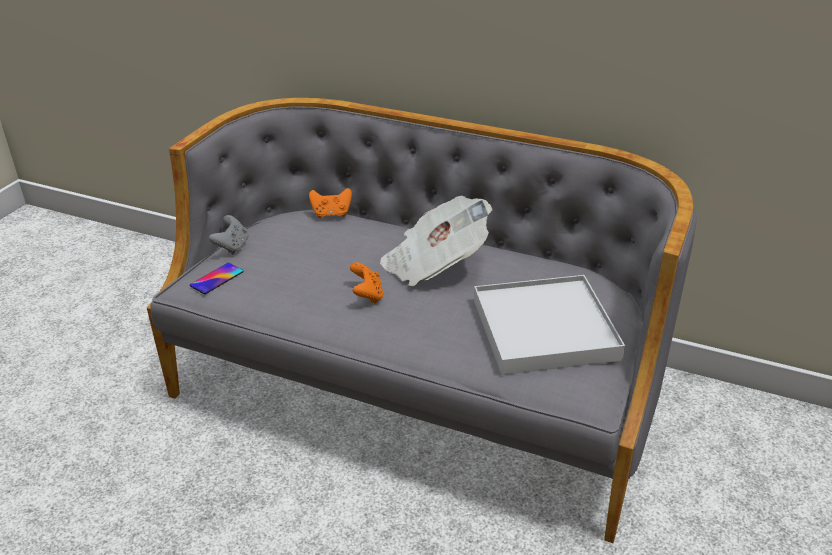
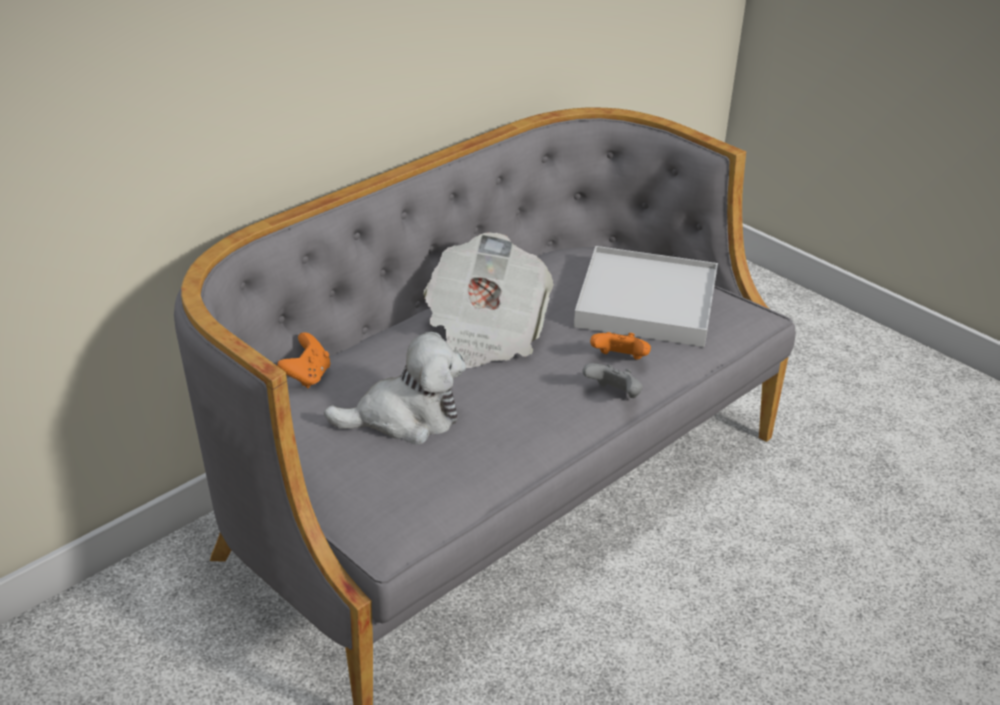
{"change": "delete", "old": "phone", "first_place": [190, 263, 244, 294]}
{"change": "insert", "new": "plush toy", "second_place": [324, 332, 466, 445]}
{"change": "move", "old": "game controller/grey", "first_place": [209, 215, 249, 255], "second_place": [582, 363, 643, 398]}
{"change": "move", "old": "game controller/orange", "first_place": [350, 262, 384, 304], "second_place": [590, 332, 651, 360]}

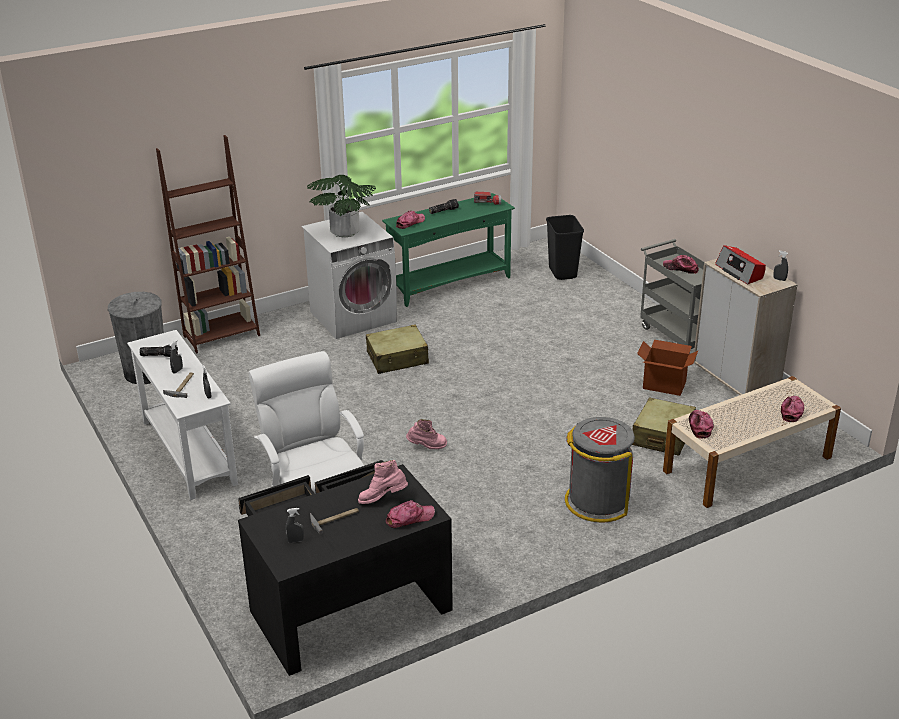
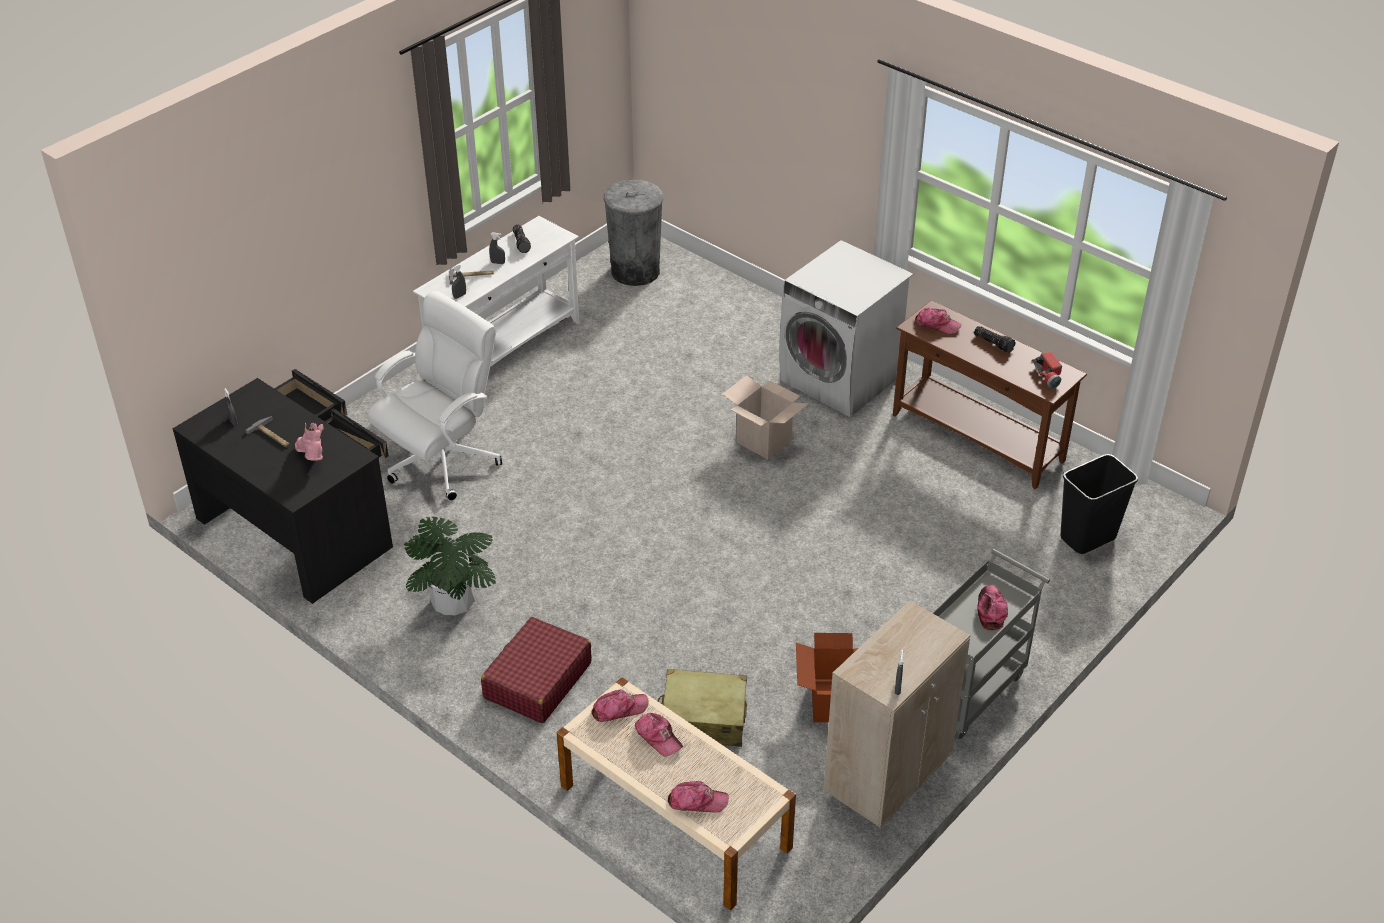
{"change": "delete", "old": "bookcase/brown", "first_place": [156, 135, 260, 354]}
{"change": "delete", "old": "boot/pink", "first_place": [406, 419, 447, 449]}
{"change": "delete", "old": "radio", "first_place": [715, 245, 766, 285]}
{"change": "move", "old": "potted plant", "first_place": [307, 175, 376, 238], "second_place": [404, 517, 496, 615]}
{"change": "move", "old": "cap", "first_place": [386, 500, 435, 528], "second_place": [635, 713, 683, 757]}
{"change": "replace", "old": "suitcase/beige", "new": "cardboard box", "first_place": [366, 325, 429, 374], "second_place": [722, 375, 808, 460]}
{"change": "replace", "old": "trash can/grey", "new": "suitcase/red", "first_place": [565, 417, 635, 522], "second_place": [481, 617, 592, 723]}
{"change": "recolor", "old": "console table/green", "new": "console table/brown", "first_place": [382, 193, 515, 307], "second_place": [893, 300, 1087, 489]}

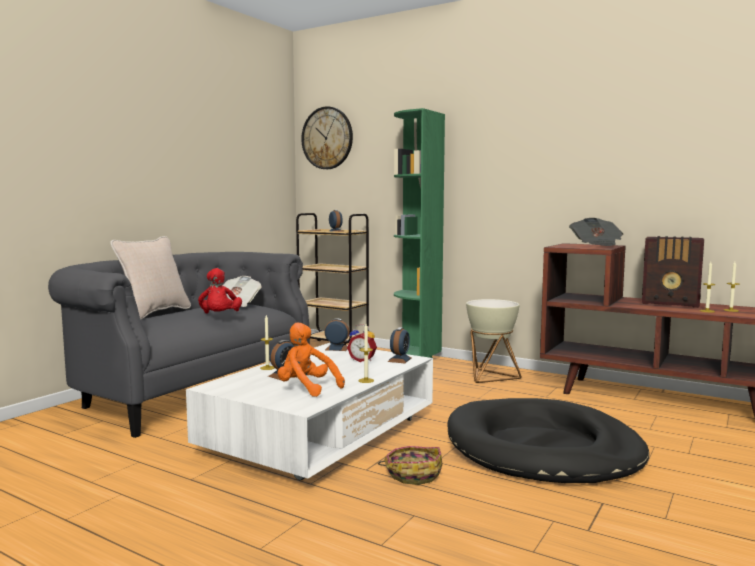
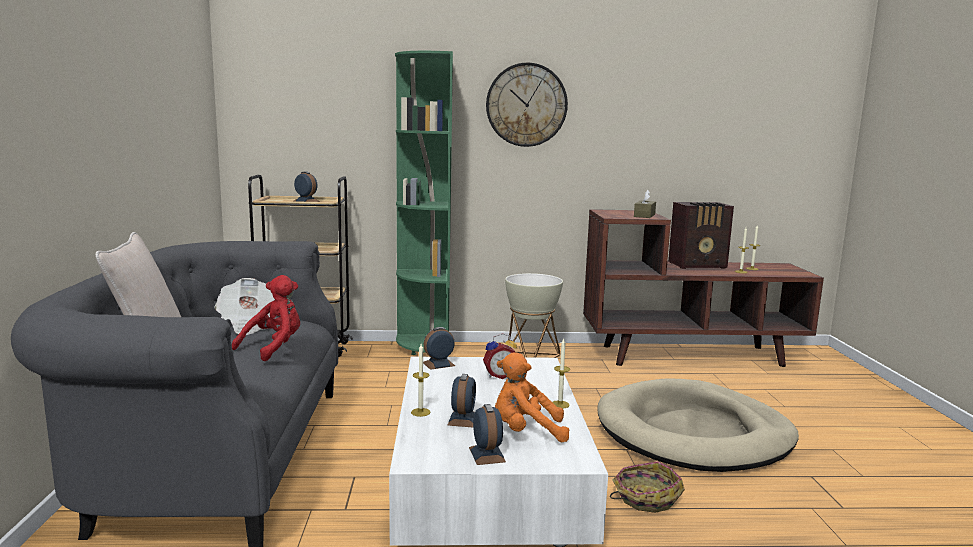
{"change": "move", "old": "wall clock", "first_place": [301, 106, 353, 169], "second_place": [486, 63, 568, 147]}
{"change": "move", "old": "alarm clock", "first_place": [387, 327, 412, 364], "second_place": [469, 404, 506, 465]}
{"change": "replace", "old": "newspaper", "new": "tissue box/brown", "first_place": [569, 218, 623, 246], "second_place": [634, 190, 656, 218]}
{"change": "recolor", "old": "dog bed/black", "new": "dog bed/beige", "first_place": [447, 398, 649, 483], "second_place": [597, 378, 799, 472]}
{"change": "rotate", "old": "plush toy/red", "first_place": [198, 268, 242, 313], "second_place": [232, 275, 300, 361], "degrees": -105}

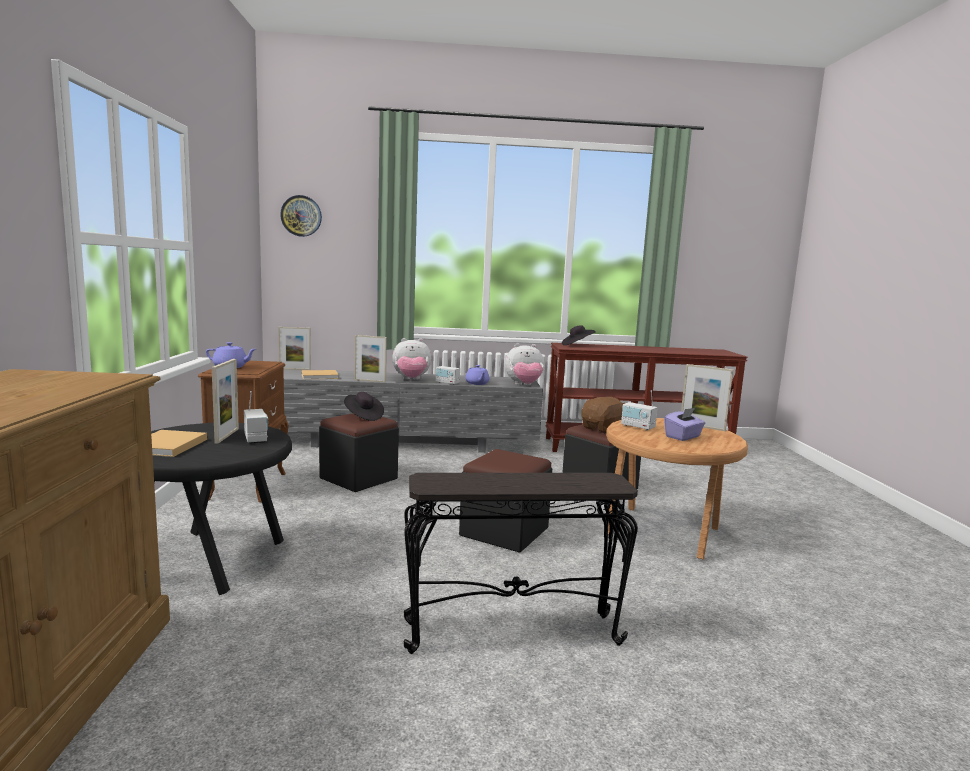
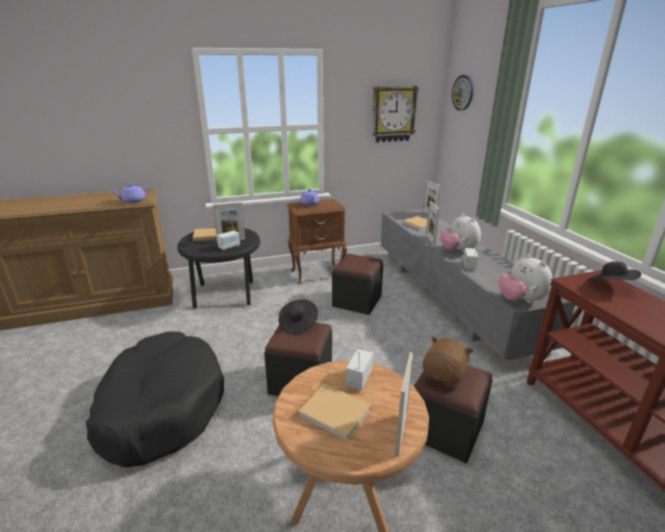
{"change": "insert", "new": "wall clock", "second_place": [372, 86, 419, 142]}
{"change": "move", "old": "hat/black", "first_place": [344, 392, 384, 421], "second_place": [279, 299, 318, 334]}
{"change": "move", "old": "teapot/purple", "first_place": [465, 365, 490, 385], "second_place": [110, 183, 150, 203]}
{"change": "replace", "old": "side table/black", "new": "dog bed/black", "first_place": [404, 473, 638, 654], "second_place": [86, 331, 224, 467]}
{"change": "replace", "old": "tissue box/purple", "new": "book/beige", "first_place": [664, 408, 705, 441], "second_place": [298, 384, 372, 441]}
{"change": "rotate", "old": "plush toy/brown", "first_place": [581, 397, 625, 433], "second_place": [423, 336, 474, 389], "degrees": -90}

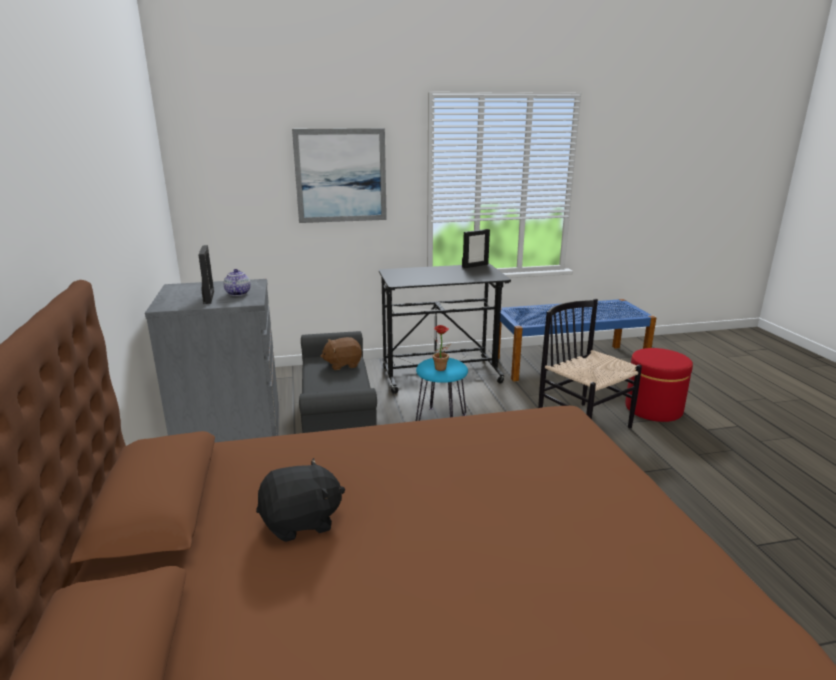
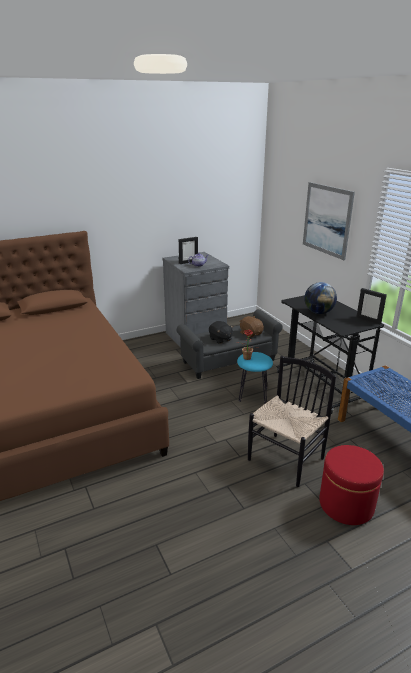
{"change": "insert", "new": "globe", "second_place": [304, 282, 337, 314]}
{"change": "move", "old": "plush toy/black", "first_place": [256, 458, 345, 542], "second_place": [209, 321, 233, 344]}

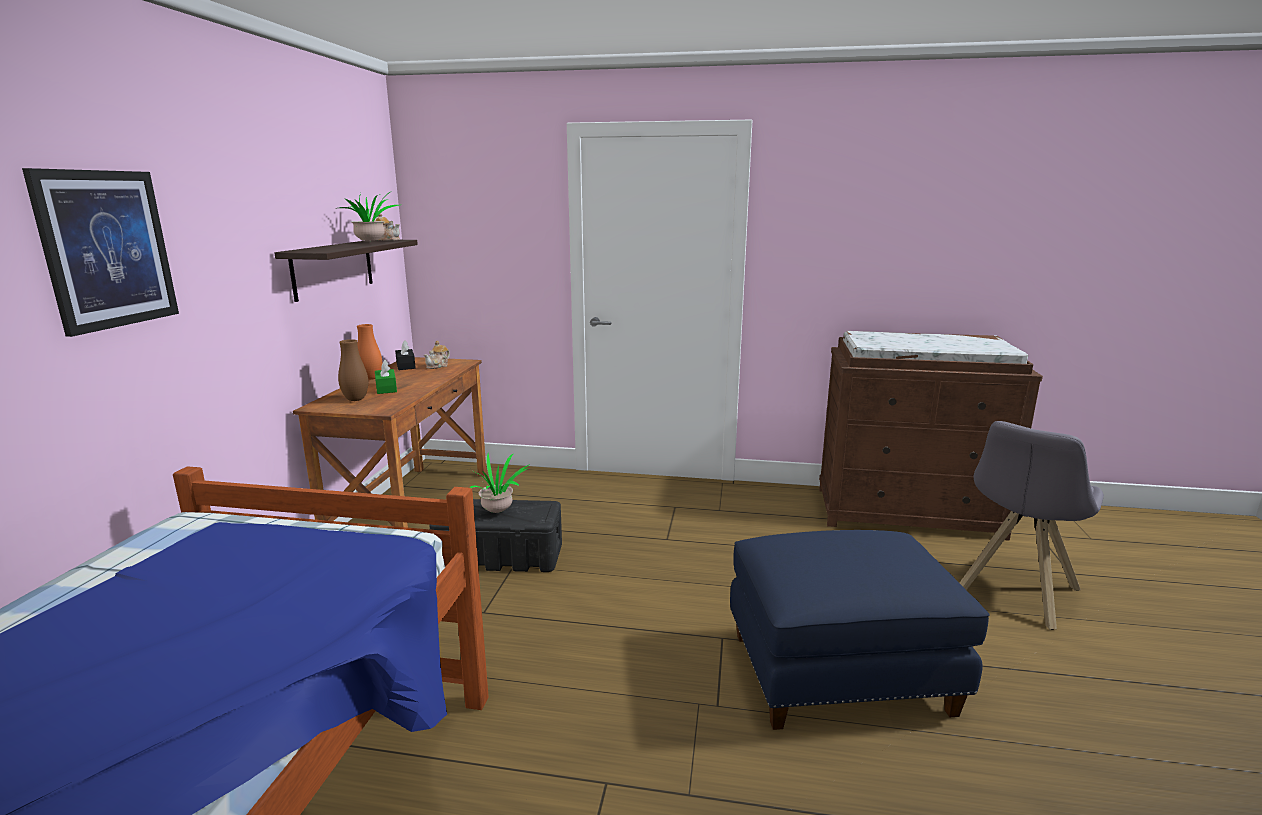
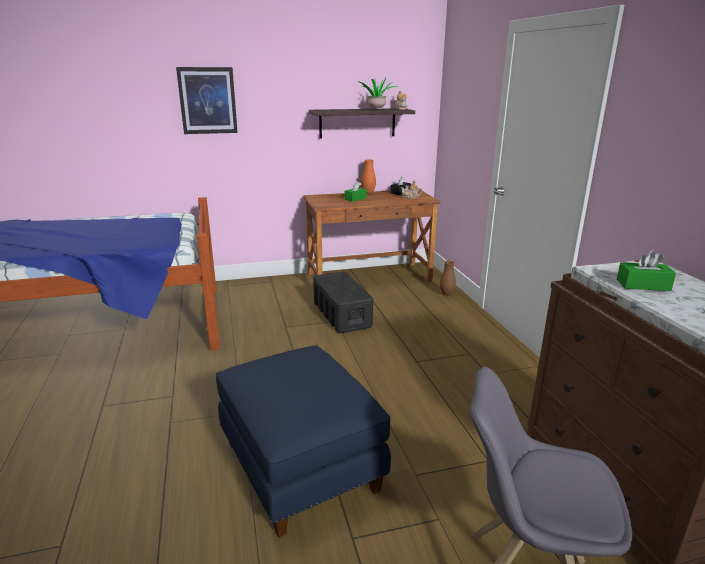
{"change": "delete", "old": "potted plant", "first_place": [470, 453, 530, 513]}
{"change": "insert", "new": "tissue box/green", "second_place": [617, 250, 676, 291]}
{"change": "move", "old": "vase/brown", "first_place": [338, 339, 368, 401], "second_place": [440, 261, 456, 295]}

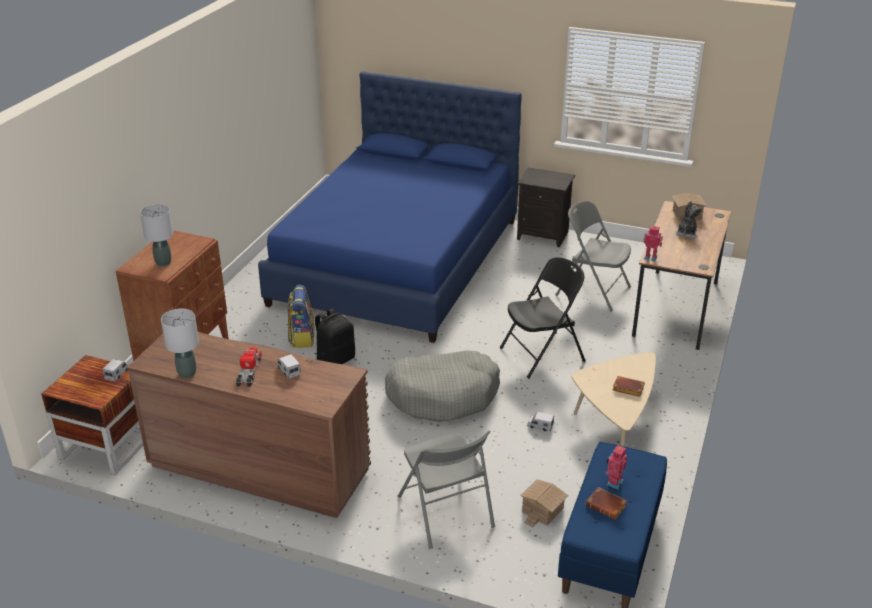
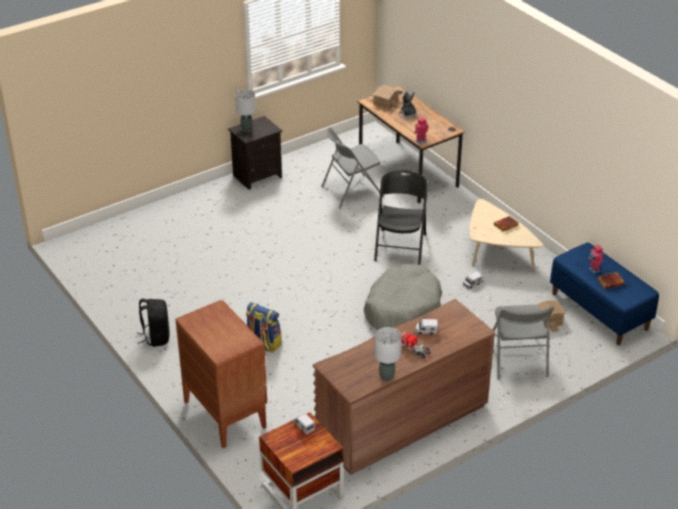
{"change": "delete", "old": "bed/blue", "first_place": [258, 71, 522, 343]}
{"change": "move", "old": "table lamp/grey", "first_place": [140, 204, 173, 267], "second_place": [235, 89, 256, 132]}
{"change": "move", "old": "backpack/black", "first_place": [314, 308, 355, 364], "second_place": [137, 299, 170, 347]}
{"change": "rotate", "old": "chair/grey", "first_place": [397, 430, 495, 549], "second_place": [493, 305, 554, 380], "degrees": 75}

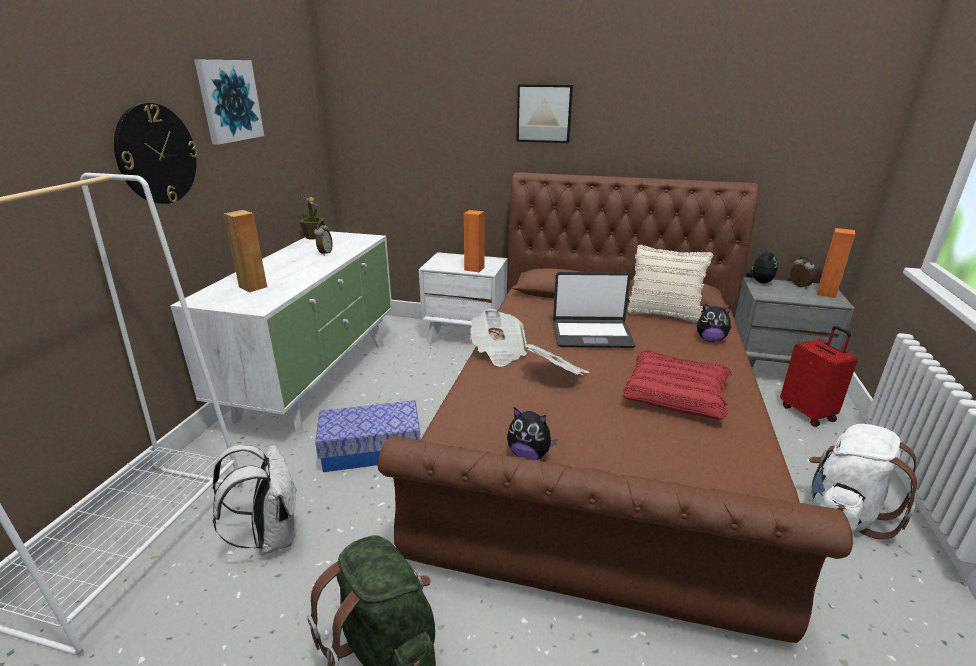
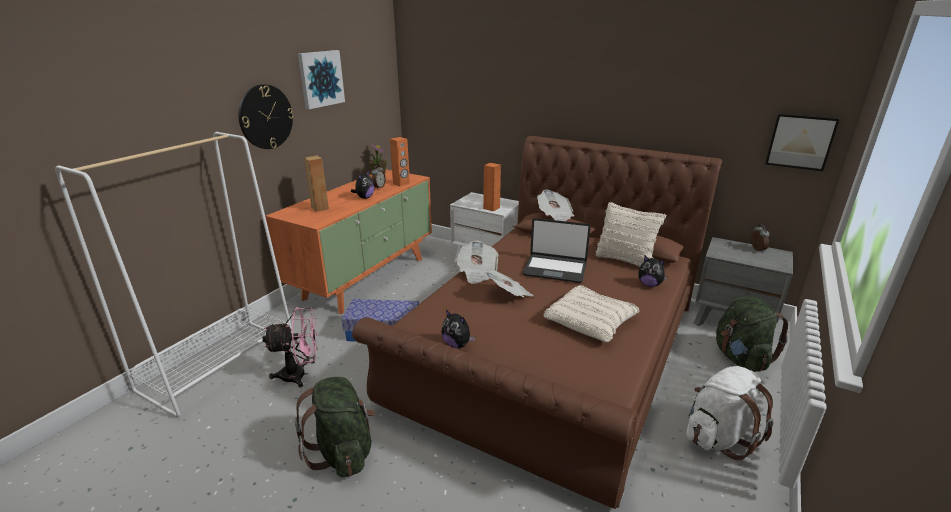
{"change": "insert", "new": "newspaper", "second_place": [537, 189, 574, 221]}
{"change": "move", "old": "picture", "first_place": [516, 84, 573, 143], "second_place": [765, 113, 840, 171]}
{"change": "move", "old": "plush toy", "first_place": [746, 248, 778, 283], "second_place": [351, 171, 375, 199]}
{"change": "move", "old": "speaker/orange", "first_place": [817, 228, 855, 298], "second_place": [390, 137, 410, 186]}
{"change": "replace", "old": "backpack/white", "new": "fan/pink", "first_place": [213, 445, 297, 555], "second_place": [262, 307, 318, 388]}
{"change": "replace", "old": "suitcase/red", "new": "backpack/green", "first_place": [780, 326, 858, 427], "second_place": [716, 296, 788, 372]}
{"change": "recolor", "old": "dresser/white", "new": "dresser/orange", "first_place": [170, 231, 392, 435], "second_place": [265, 169, 432, 314]}
{"change": "recolor", "old": "pillow/red", "new": "pillow/beige", "first_place": [623, 350, 732, 420], "second_place": [544, 285, 640, 343]}

